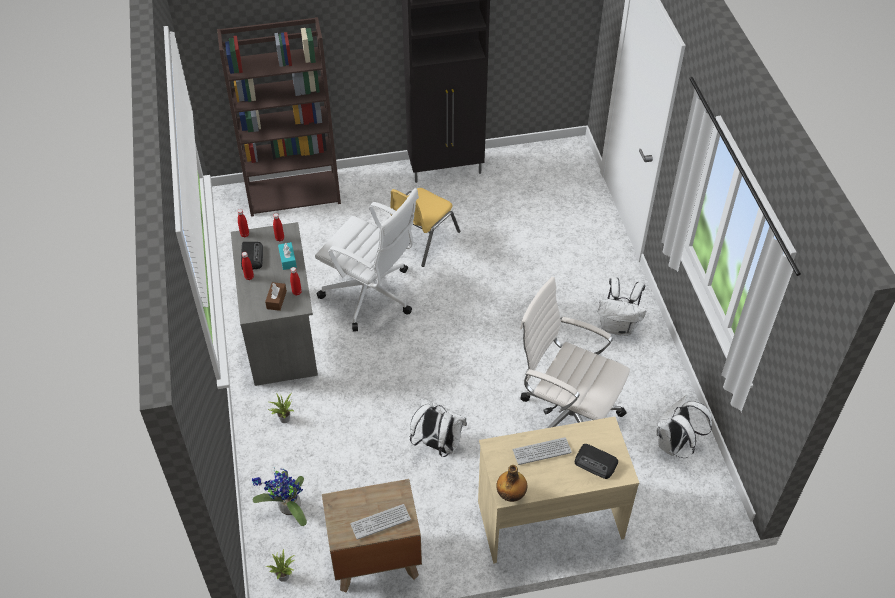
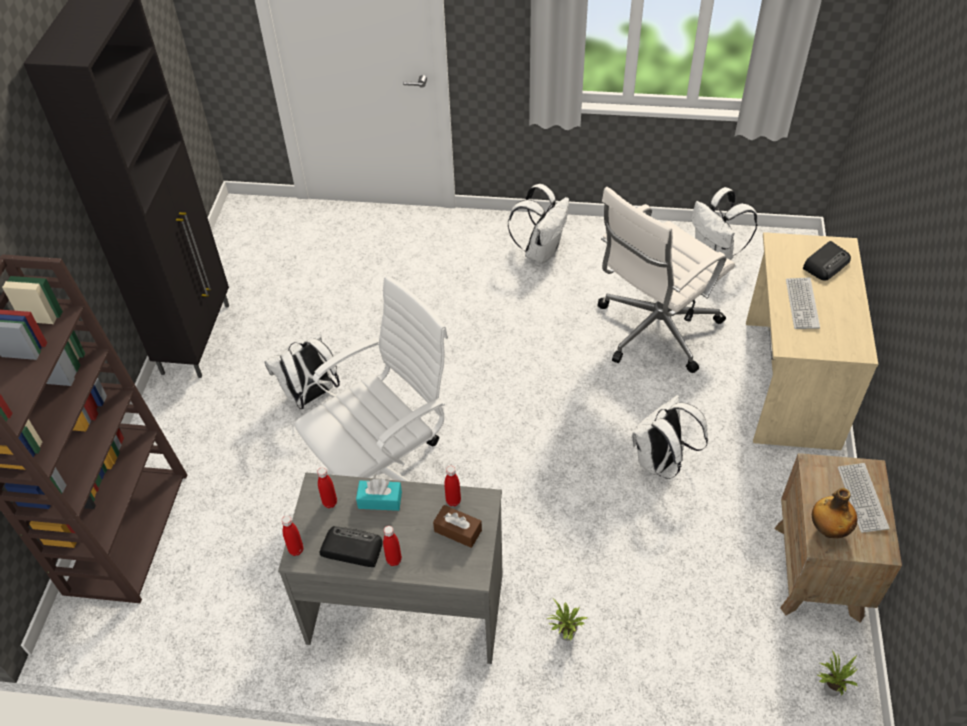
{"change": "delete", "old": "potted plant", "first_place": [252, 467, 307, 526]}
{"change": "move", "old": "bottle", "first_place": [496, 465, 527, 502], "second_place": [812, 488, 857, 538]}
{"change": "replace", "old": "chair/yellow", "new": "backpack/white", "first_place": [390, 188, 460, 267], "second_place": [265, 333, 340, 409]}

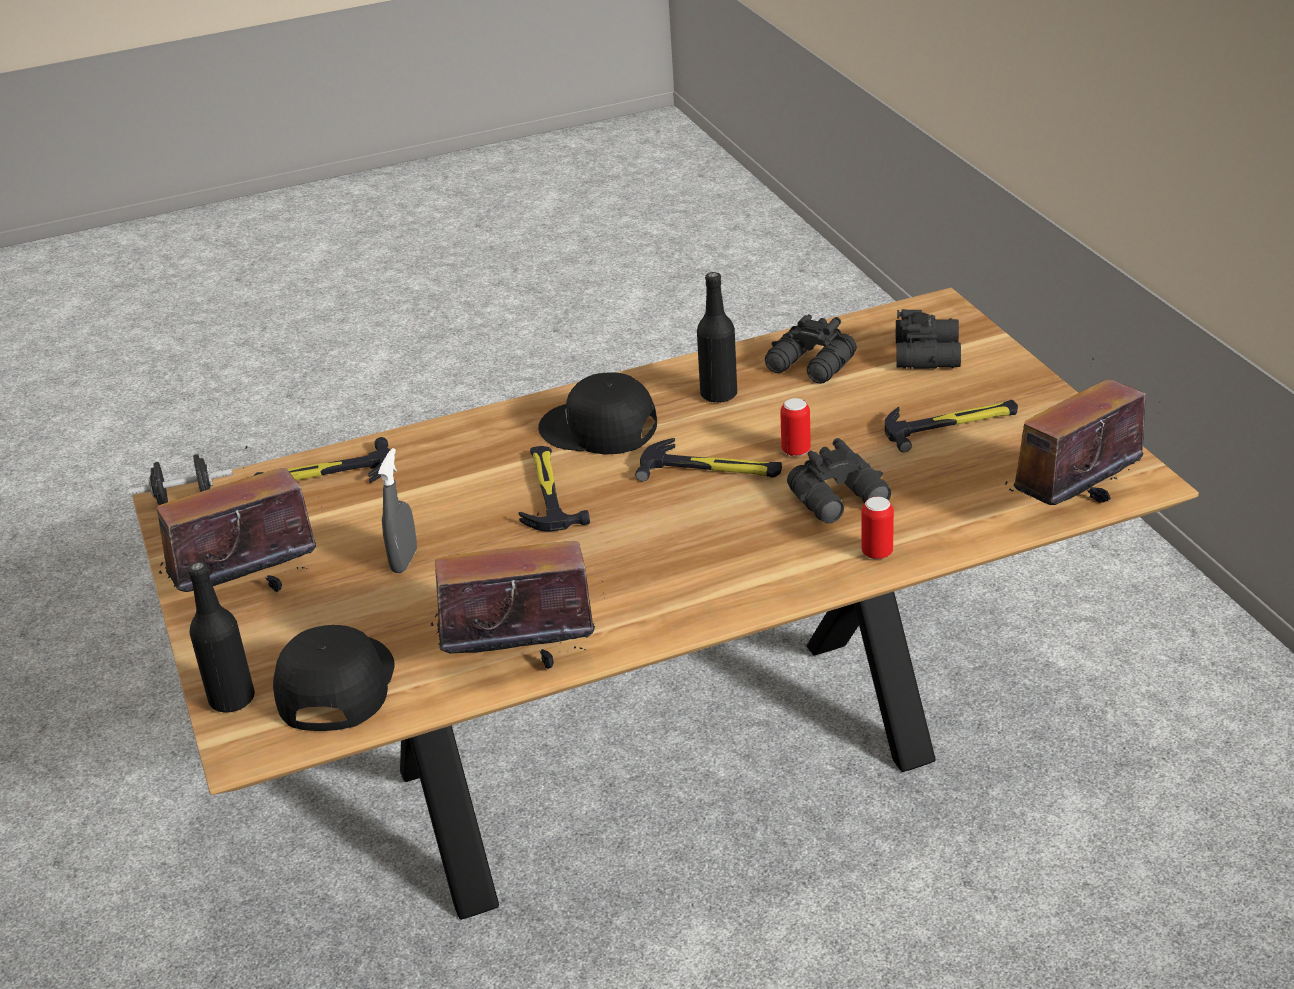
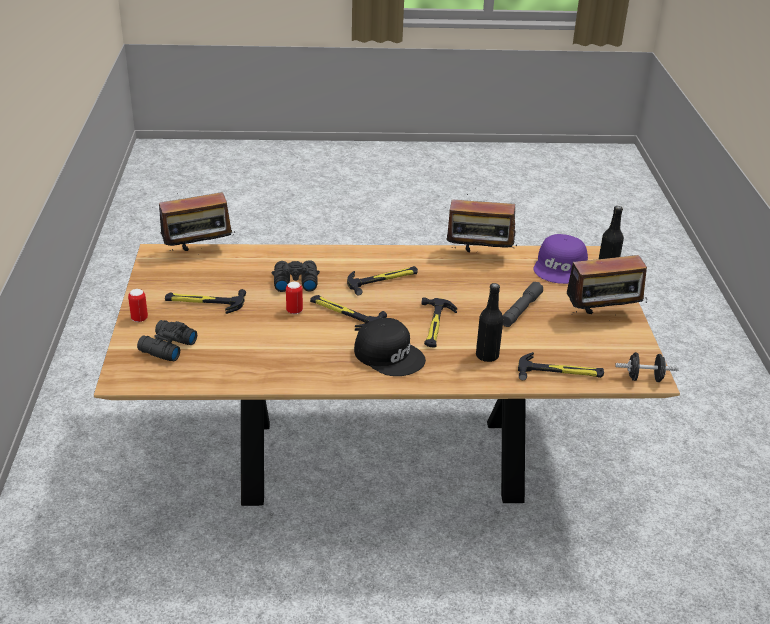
{"change": "delete", "old": "binoculars/black", "first_place": [765, 314, 857, 384]}
{"change": "insert", "new": "hammer", "second_place": [347, 266, 418, 296]}
{"change": "move", "old": "bottle/black", "first_place": [697, 272, 737, 403], "second_place": [476, 283, 503, 362]}
{"change": "move", "old": "can", "first_place": [861, 497, 894, 559], "second_place": [128, 289, 148, 322]}
{"change": "replace", "old": "spray bottle/grey", "new": "flashlight/grey", "first_place": [378, 448, 417, 573], "second_place": [503, 282, 544, 327]}
{"change": "recolor", "old": "cap/black", "new": "cap/purple", "first_place": [273, 625, 394, 731], "second_place": [534, 234, 588, 284]}

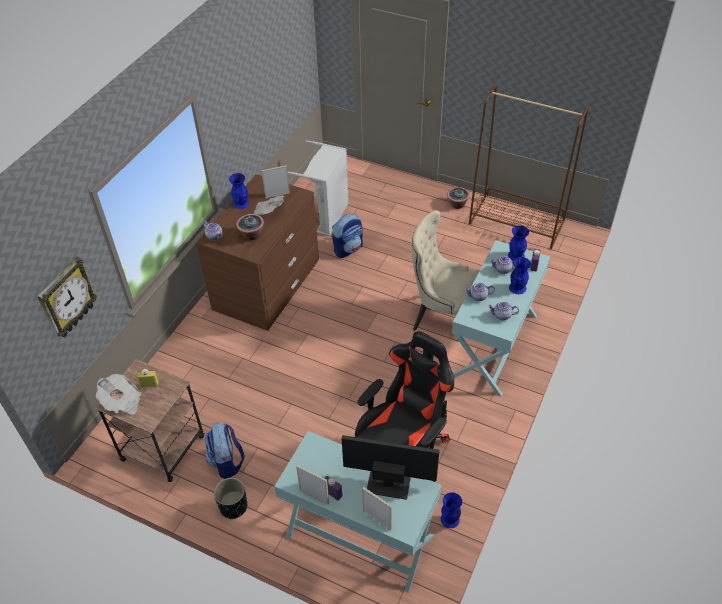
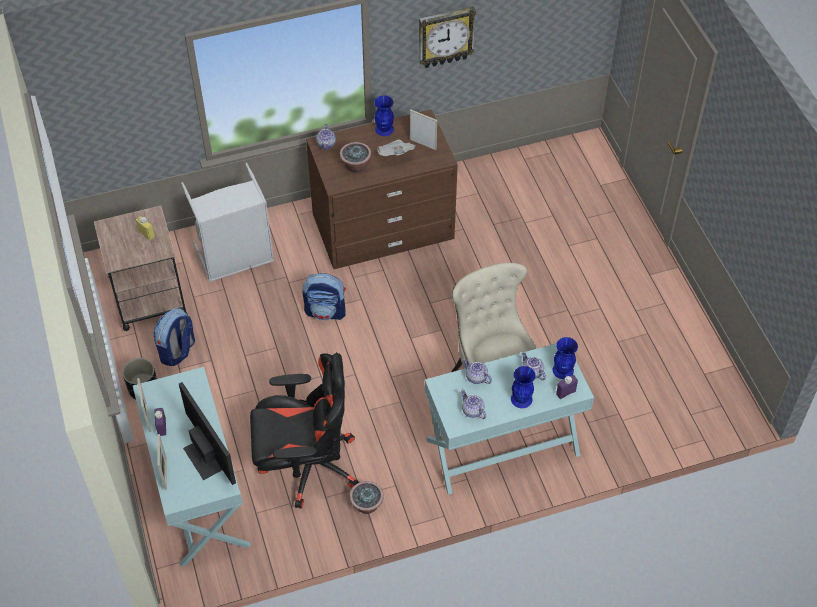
{"change": "delete", "old": "newspaper", "first_place": [96, 374, 142, 415]}
{"change": "delete", "old": "vase/blue", "first_place": [441, 492, 462, 528]}
{"change": "delete", "old": "clothes rack/brown", "first_place": [469, 84, 589, 249]}
{"change": "move", "old": "wall clock", "first_place": [37, 256, 97, 337], "second_place": [419, 6, 476, 68]}
{"change": "move", "old": "laundry basket/grey", "first_place": [287, 140, 349, 236], "second_place": [181, 163, 274, 282]}
{"change": "move", "old": "backpack", "first_place": [332, 214, 363, 258], "second_place": [303, 273, 346, 320]}
{"change": "move", "old": "potted plant", "first_place": [447, 187, 470, 209], "second_place": [349, 481, 384, 514]}

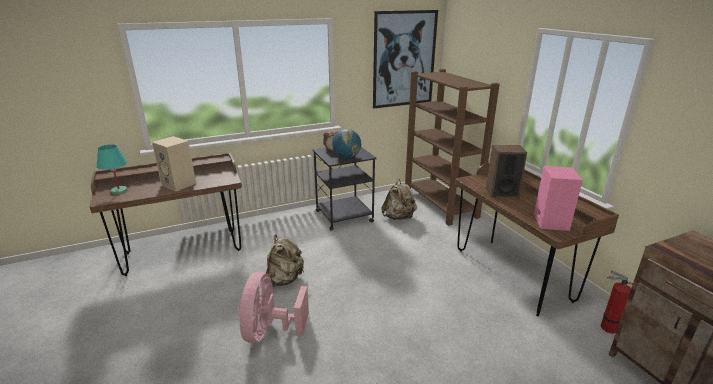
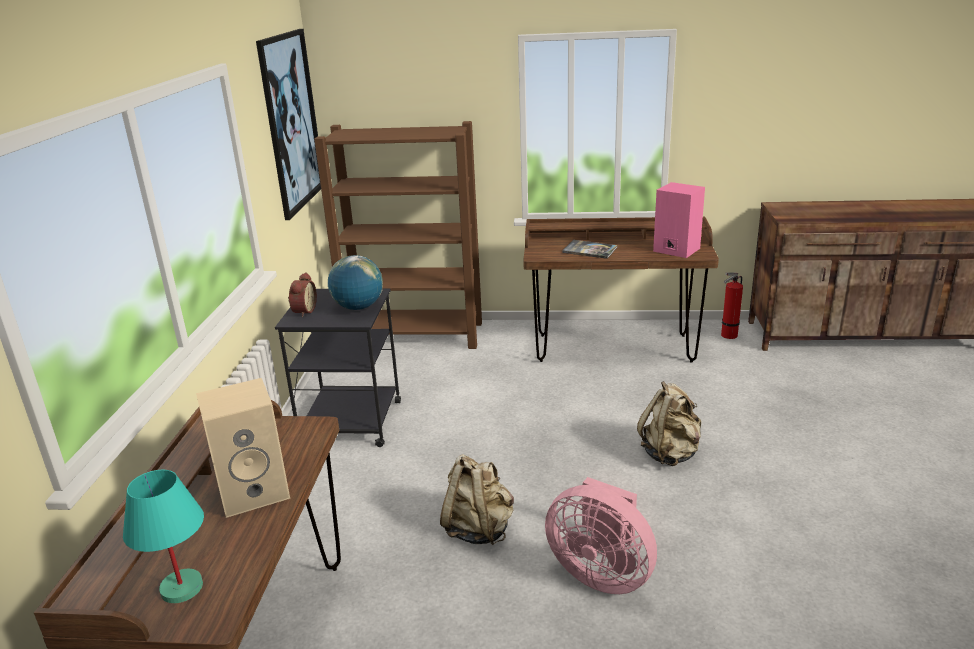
{"change": "move", "old": "backpack/beige", "first_place": [381, 179, 417, 220], "second_place": [637, 381, 701, 466]}
{"change": "replace", "old": "speaker", "new": "book", "first_place": [486, 145, 527, 198], "second_place": [562, 240, 617, 259]}

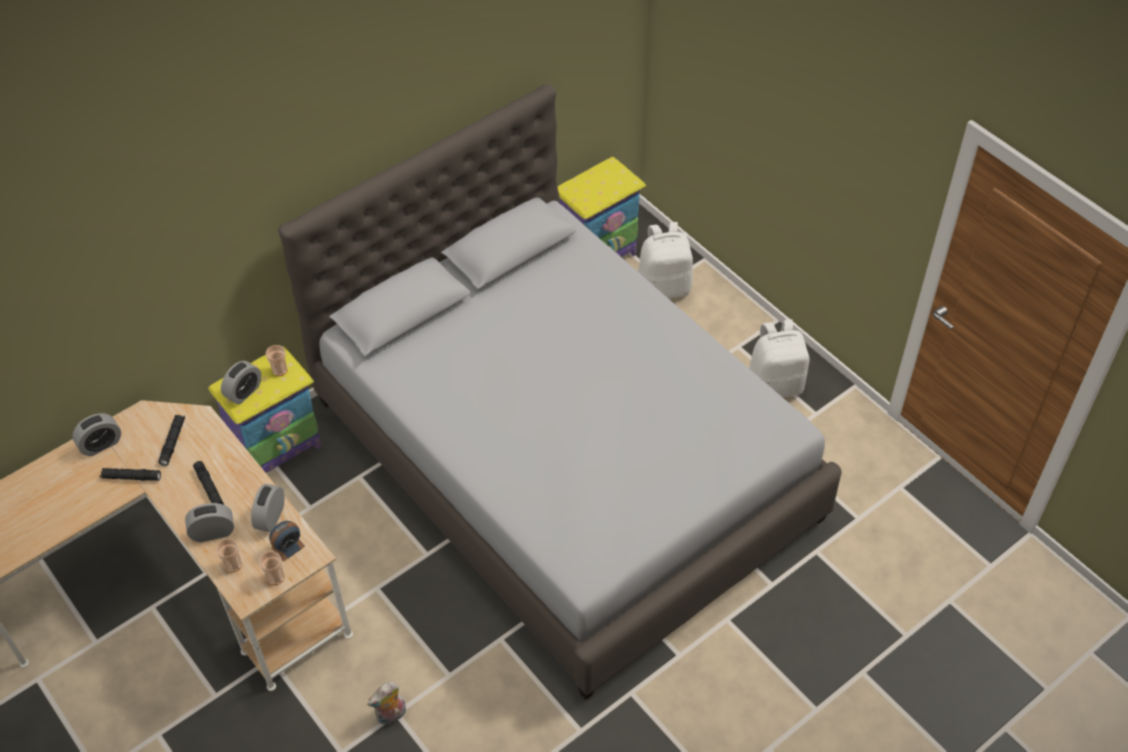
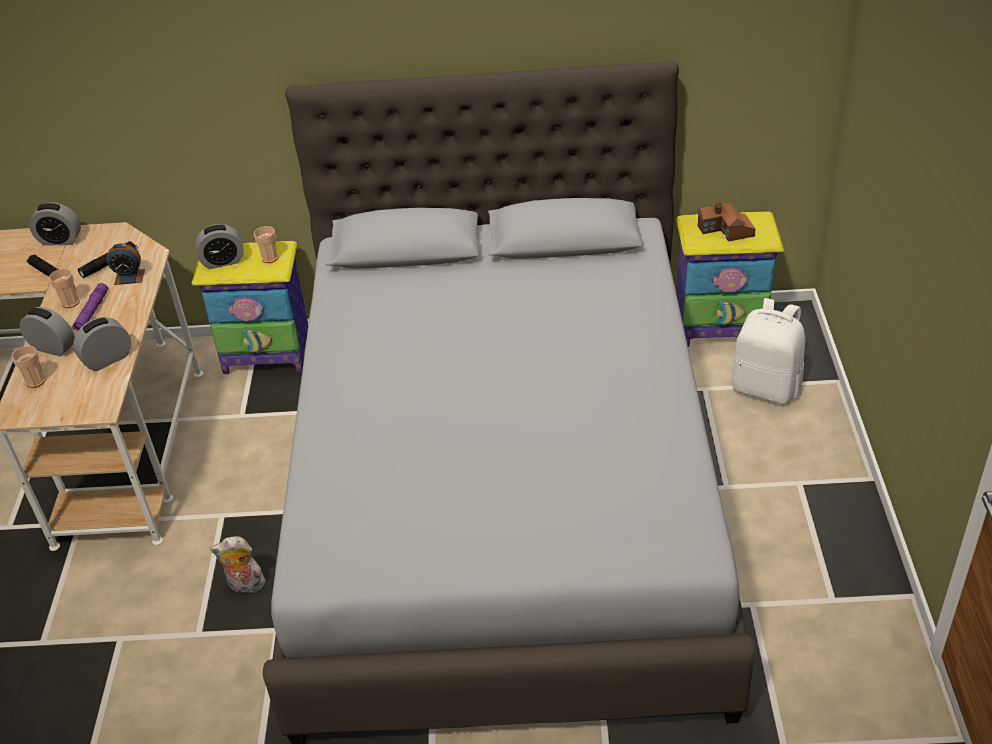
{"change": "delete", "old": "backpack/white", "first_place": [749, 319, 810, 398]}
{"change": "insert", "new": "toy house", "second_place": [697, 203, 755, 242]}
{"change": "move", "old": "cup", "first_place": [259, 551, 284, 585], "second_place": [49, 269, 80, 308]}
{"change": "move", "old": "alarm clock", "first_place": [269, 521, 305, 562], "second_place": [107, 244, 145, 285]}
{"change": "move", "old": "plush toy", "first_place": [367, 682, 406, 724], "second_place": [210, 536, 267, 593]}
{"change": "recolor", "old": "flashlight/black", "new": "flashlight/purple", "first_place": [193, 461, 224, 505], "second_place": [72, 283, 108, 331]}

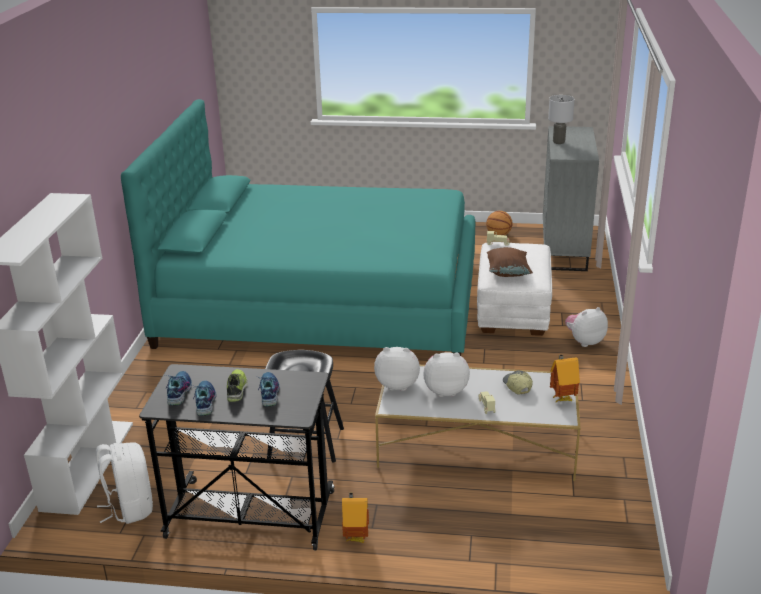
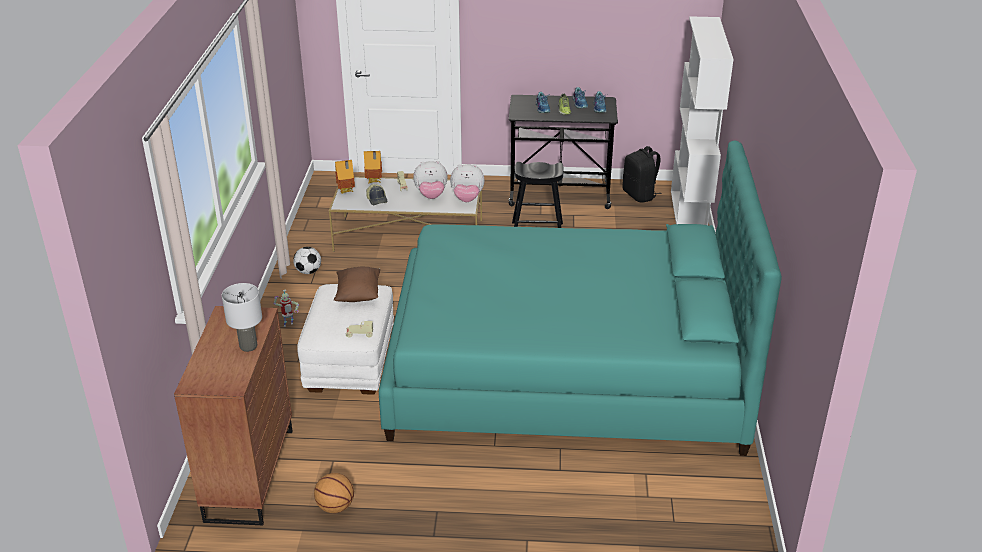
{"change": "insert", "new": "football", "second_place": [293, 247, 321, 274]}
{"change": "move", "old": "toy house", "first_place": [342, 492, 369, 543], "second_place": [364, 151, 382, 183]}
{"change": "replace", "old": "plush toy", "new": "toy robot", "first_place": [565, 307, 608, 347], "second_place": [273, 290, 299, 327]}
{"change": "recolor", "old": "backpack/white", "new": "backpack/black", "first_place": [96, 443, 153, 524], "second_place": [622, 146, 662, 203]}
{"change": "recolor", "old": "dresser/grey", "new": "dresser/brown", "first_place": [543, 126, 599, 271], "second_place": [174, 306, 293, 525]}

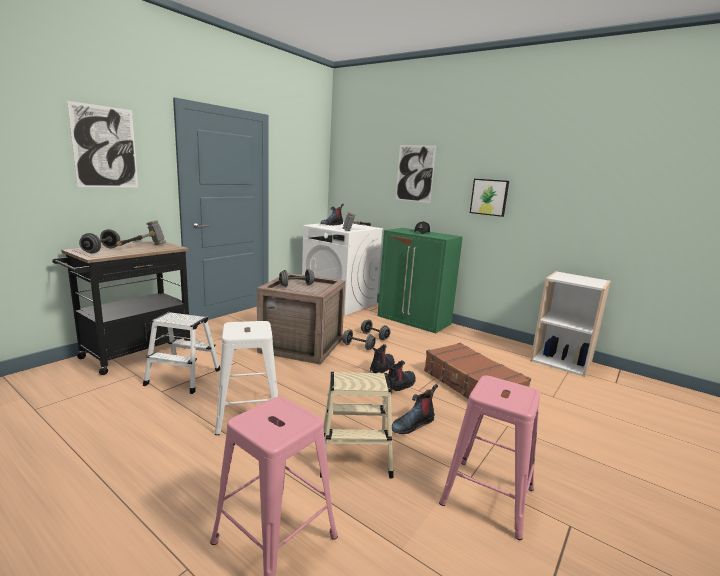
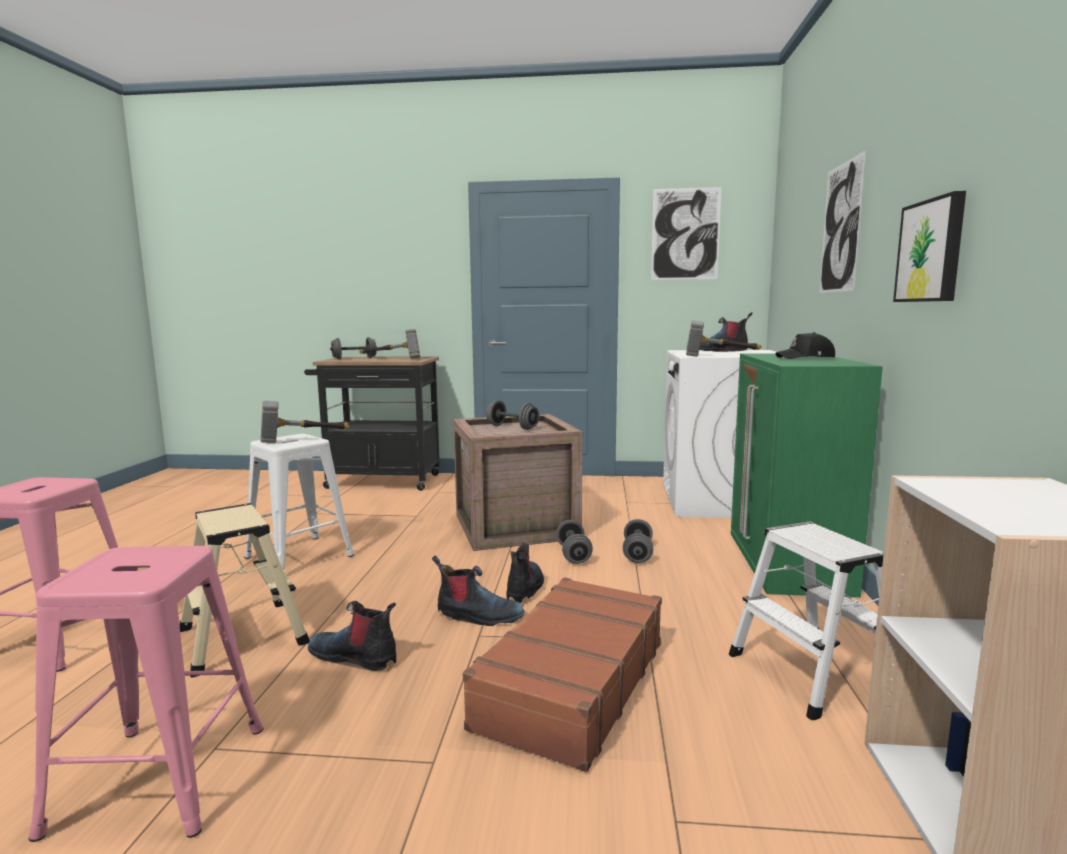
{"change": "insert", "new": "hammer", "second_place": [261, 401, 350, 443]}
{"change": "move", "old": "picture", "first_place": [67, 101, 138, 187], "second_place": [651, 187, 721, 280]}
{"change": "move", "old": "step ladder/white", "first_place": [143, 312, 220, 394], "second_place": [729, 521, 884, 720]}
{"change": "rotate", "old": "boot", "first_place": [370, 344, 395, 373], "second_place": [506, 543, 544, 603], "degrees": -75}

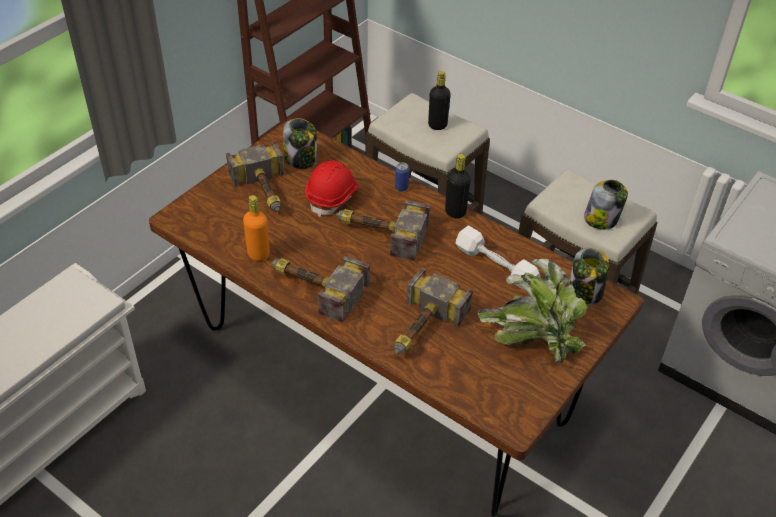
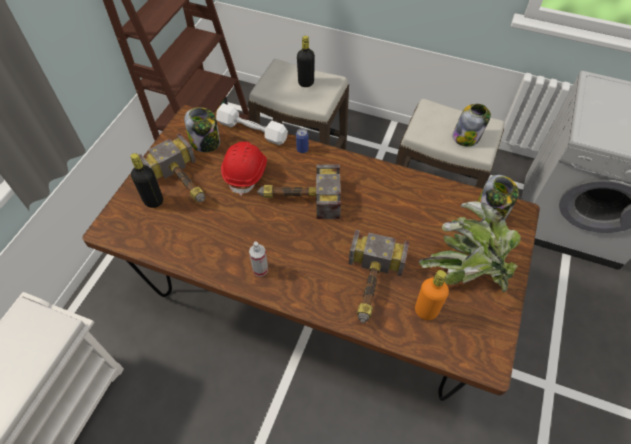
{"change": "move", "old": "bottle/orange", "first_place": [243, 195, 270, 261], "second_place": [415, 270, 449, 320]}
{"change": "move", "old": "bottle/black", "first_place": [445, 154, 471, 218], "second_place": [130, 153, 163, 208]}
{"change": "move", "old": "dumbbell/white", "first_place": [456, 226, 540, 291], "second_place": [216, 103, 288, 145]}
{"change": "replace", "old": "hammer", "new": "spray bottle", "first_place": [272, 256, 370, 323], "second_place": [249, 241, 268, 276]}

